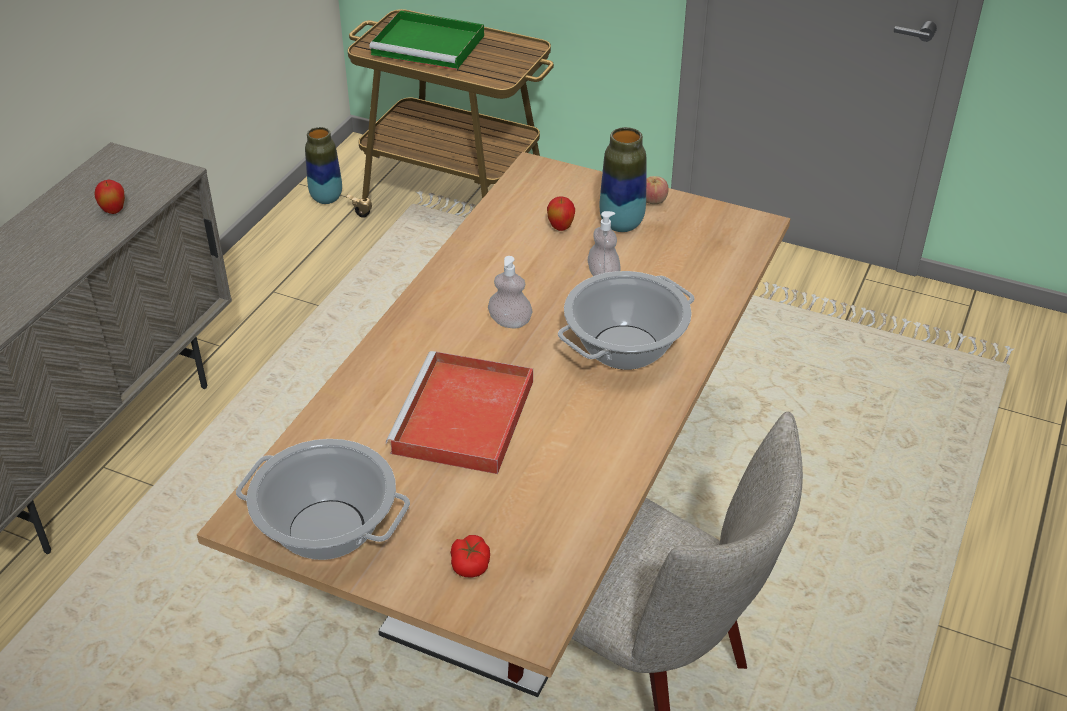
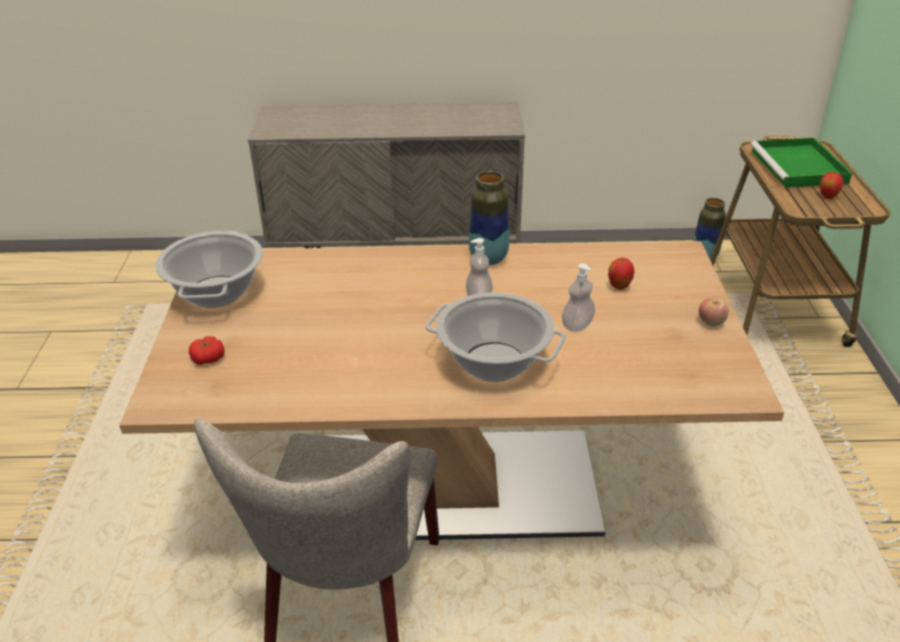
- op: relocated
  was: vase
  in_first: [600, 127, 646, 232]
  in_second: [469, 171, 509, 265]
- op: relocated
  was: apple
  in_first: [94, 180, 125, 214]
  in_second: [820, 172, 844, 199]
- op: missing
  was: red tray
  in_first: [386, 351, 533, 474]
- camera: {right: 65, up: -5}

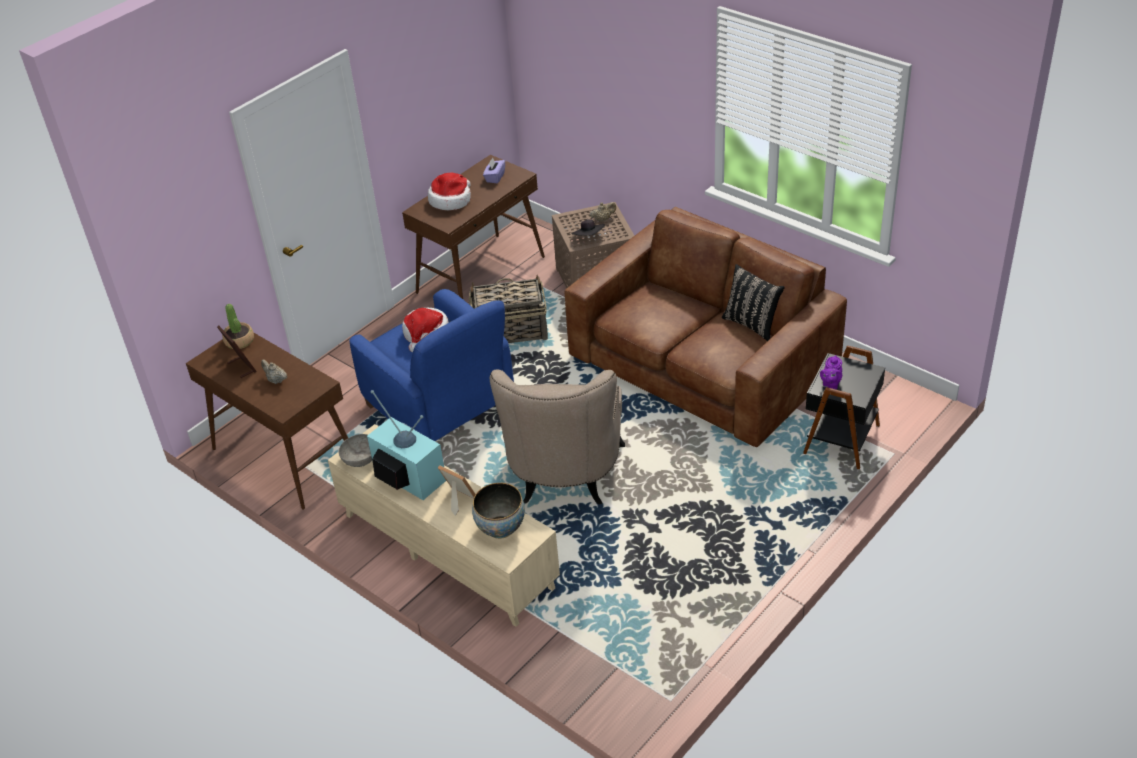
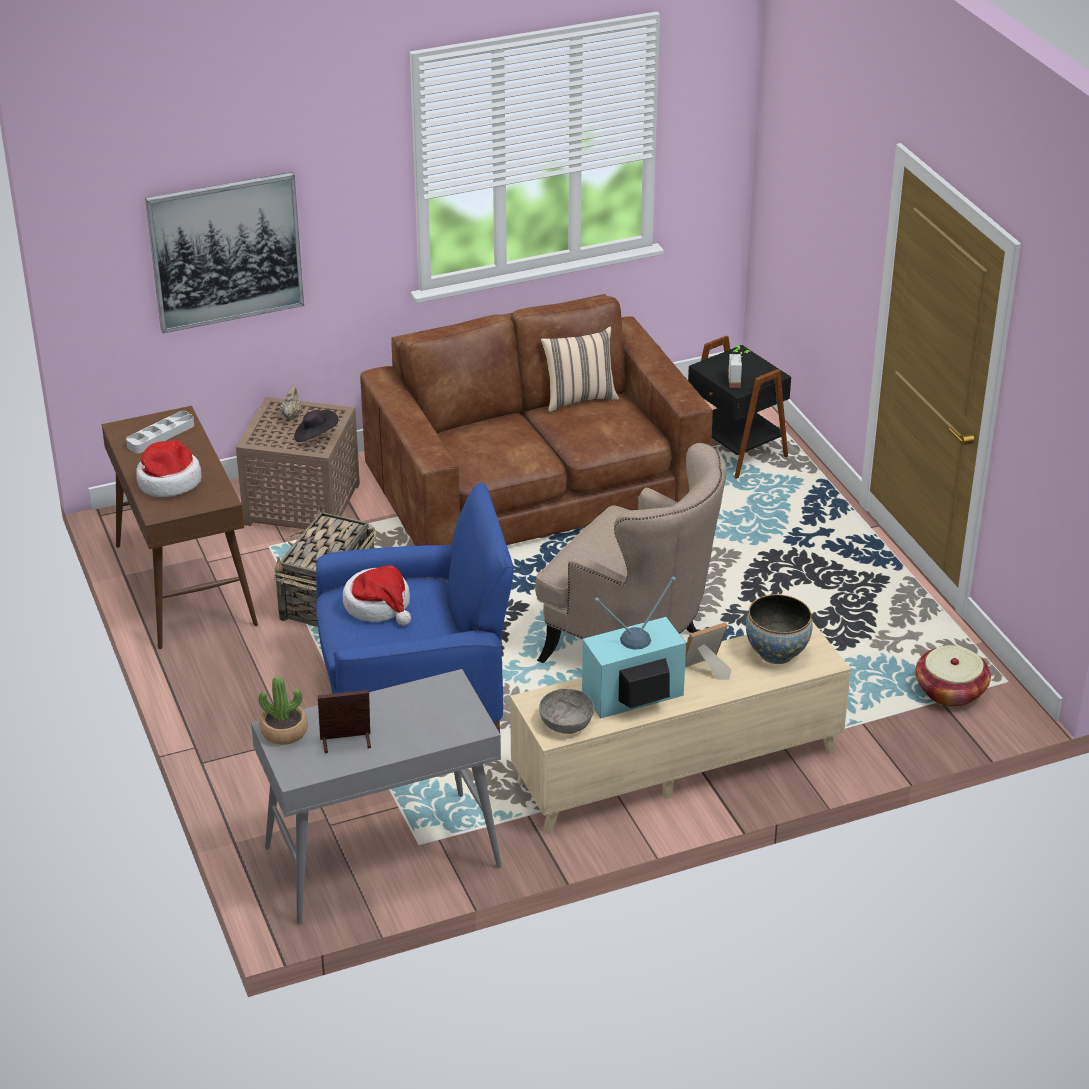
- op: exchanged
  was: purple tissue box
  now: grey tray
  in_first: [483, 158, 505, 183]
  in_second: [126, 411, 194, 454]
- op: colour
  was: black pillow
  now: beige pillow
  in_first: [722, 264, 785, 341]
  in_second: [541, 326, 619, 412]
- op: colour
  was: brown console table
  now: grey console table
  in_first: [186, 333, 348, 510]
  in_second: [251, 669, 502, 924]
- op: exchanged
  was: purple teapot
  now: potted plant
  in_first: [820, 355, 842, 389]
  in_second: [728, 345, 750, 388]
- op: missing
  was: beige teapot
  in_first: [261, 359, 287, 384]
- op: appeared
  now: picture
  in_second: [145, 172, 304, 333]
- op: appeared
  now: basket
  in_second: [915, 645, 991, 707]
- camera: {right: -65, up: -5}

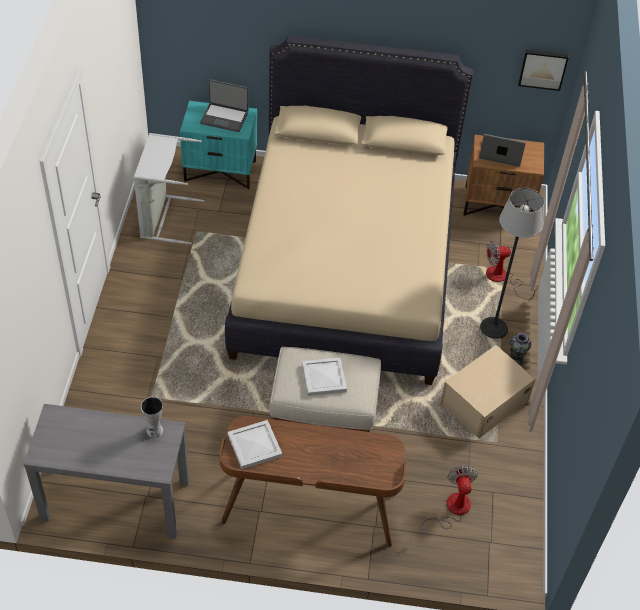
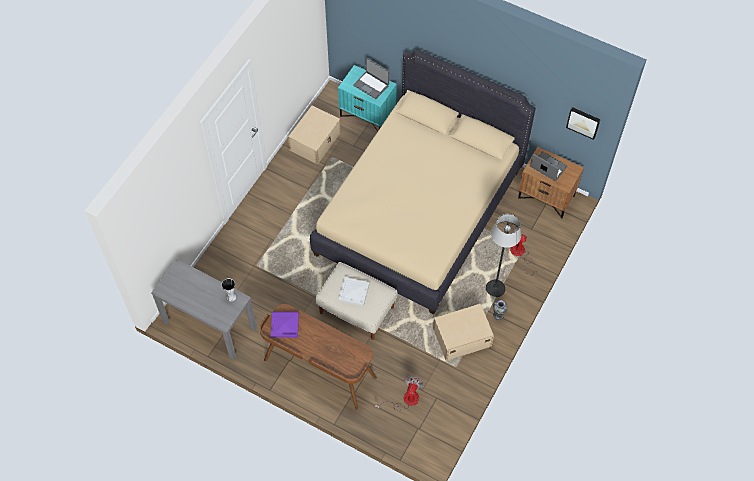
- op: exchanged
  was: grey laundry basket
  now: beige storage box
  in_first: [134, 133, 204, 244]
  in_second: [288, 105, 341, 164]
- op: colour
  was: white tray
  now: purple tray
  in_first: [228, 420, 282, 469]
  in_second: [271, 312, 299, 338]
- camera: {right: 25, up: 10}

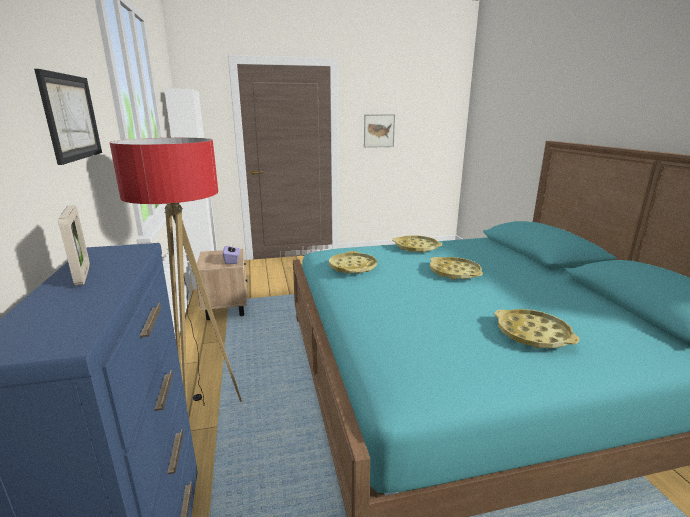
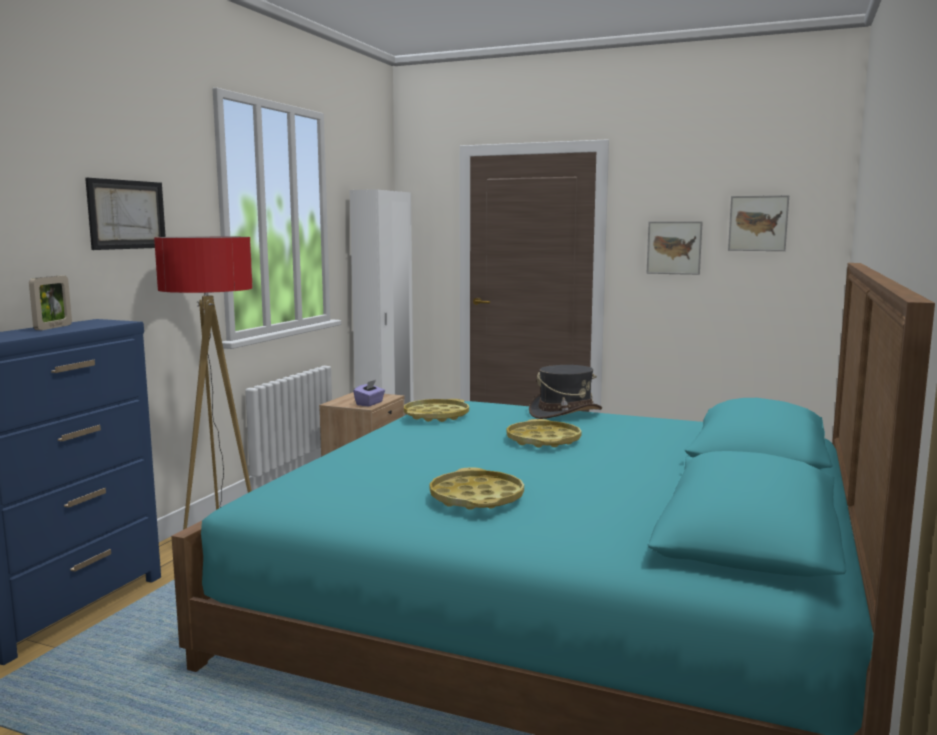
- op: exchanged
  was: yellow tray
  now: grey hat
  in_first: [392, 235, 442, 253]
  in_second: [529, 365, 602, 419]
- op: appeared
  now: picture
  in_second: [728, 195, 789, 251]
- camera: {right: 35, up: -10}

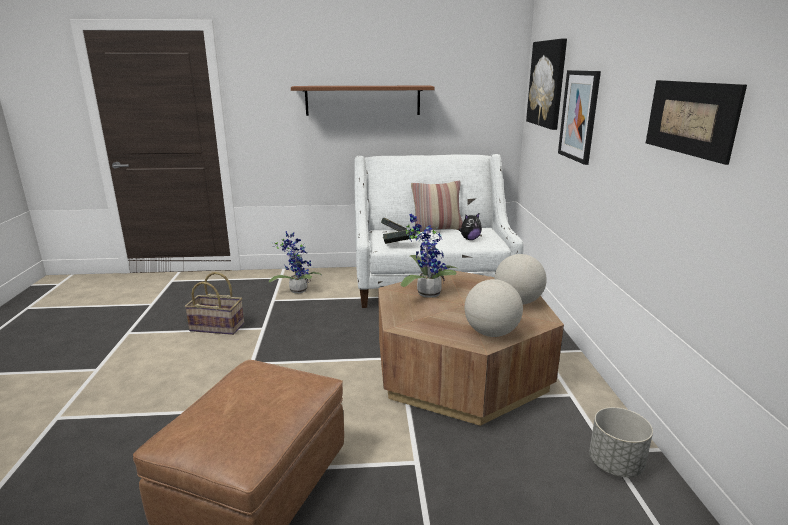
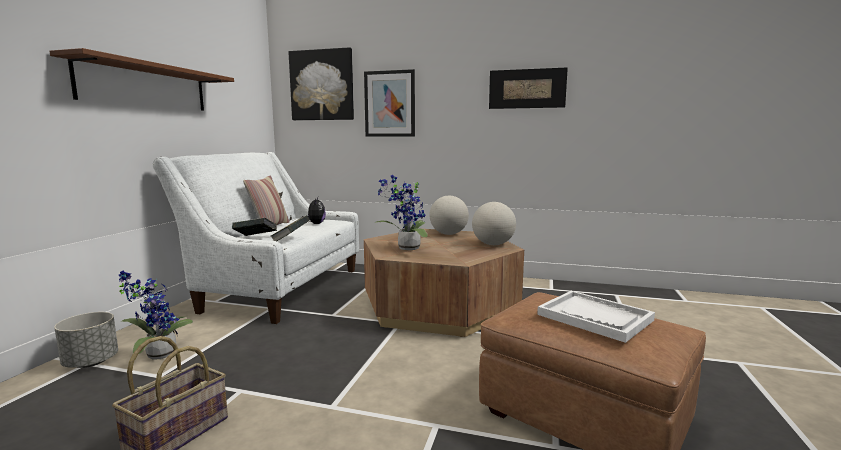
- op: relocated
  was: grey planter
  in_first: [589, 407, 653, 477]
  in_second: [54, 312, 118, 368]
- op: appeared
  now: white tray
  in_second: [537, 291, 655, 343]
- camera: {right: -70, up: -10}

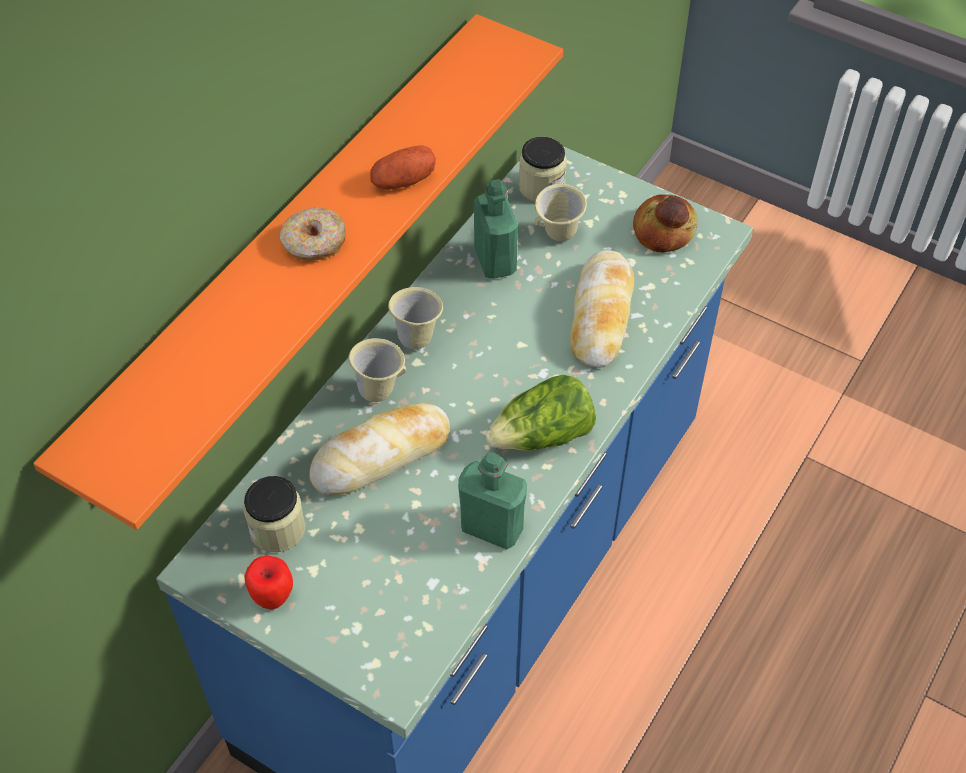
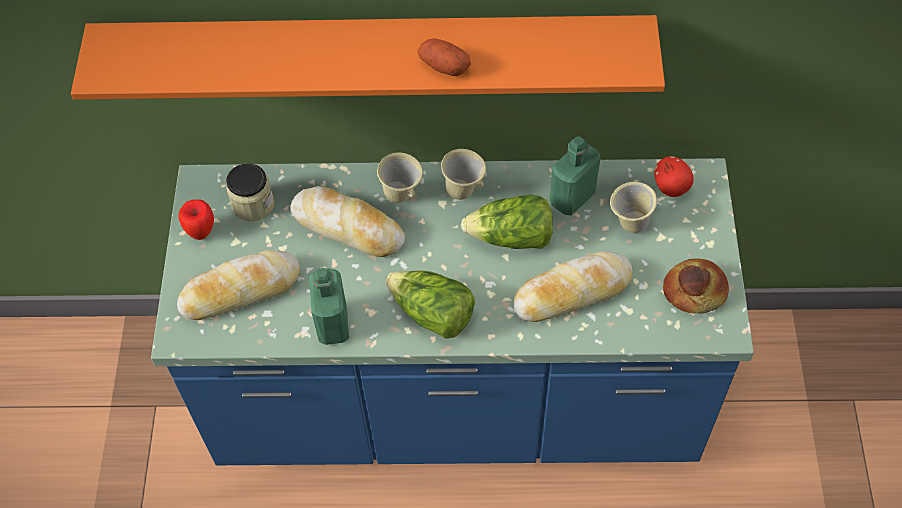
- op: exchanged
  was: jar
  now: apple
  in_first: [519, 137, 567, 202]
  in_second: [654, 156, 694, 197]
- op: missing
  was: donut
  in_first: [280, 207, 346, 261]
- op: appeared
  now: lettuce
  in_second: [461, 195, 553, 249]
- op: appeared
  now: bread
  in_second: [177, 250, 300, 320]
- camera: {right: 60, up: 5}

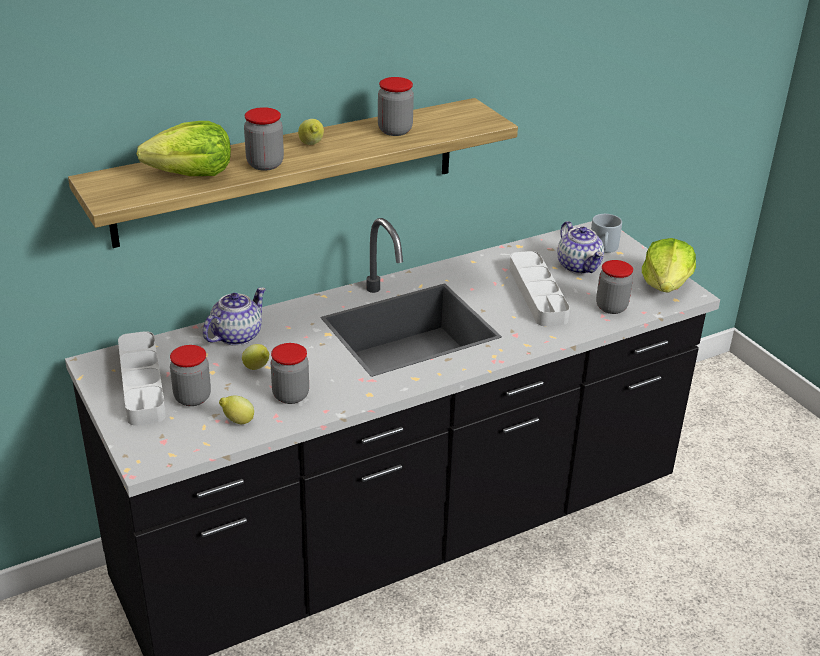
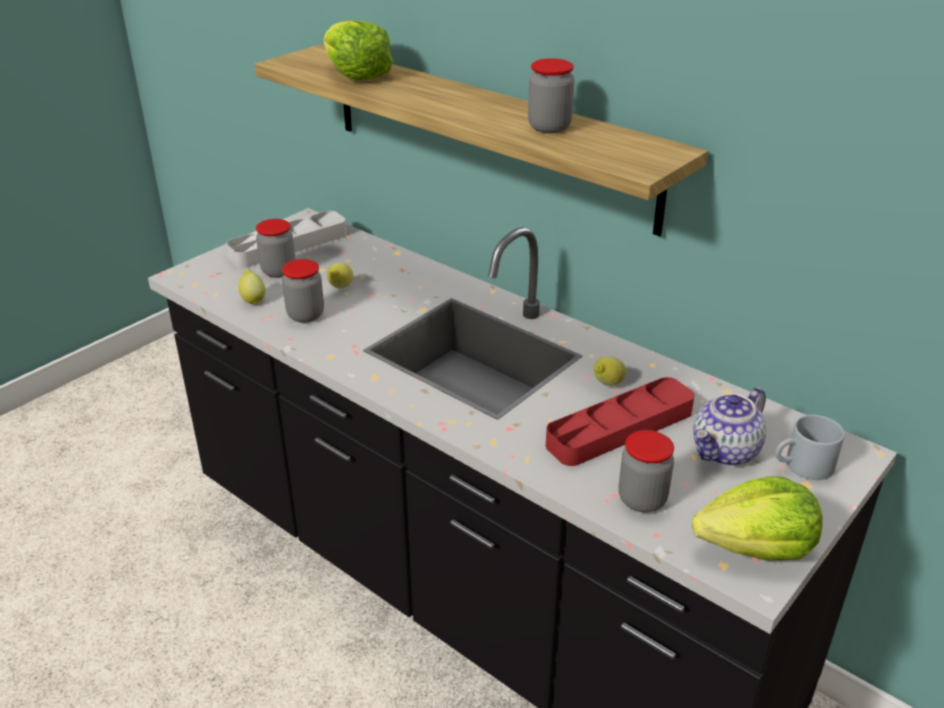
- op: missing
  was: jar
  in_first: [244, 107, 284, 171]
- op: relocated
  was: lemon
  in_first: [298, 119, 324, 145]
  in_second: [594, 356, 626, 386]
- op: colour
  was: grey tray
  now: red tray
  in_first: [509, 251, 570, 327]
  in_second: [546, 377, 695, 466]
- op: missing
  was: teapot
  in_first: [203, 287, 266, 346]
- camera: {right: 70, up: 0}

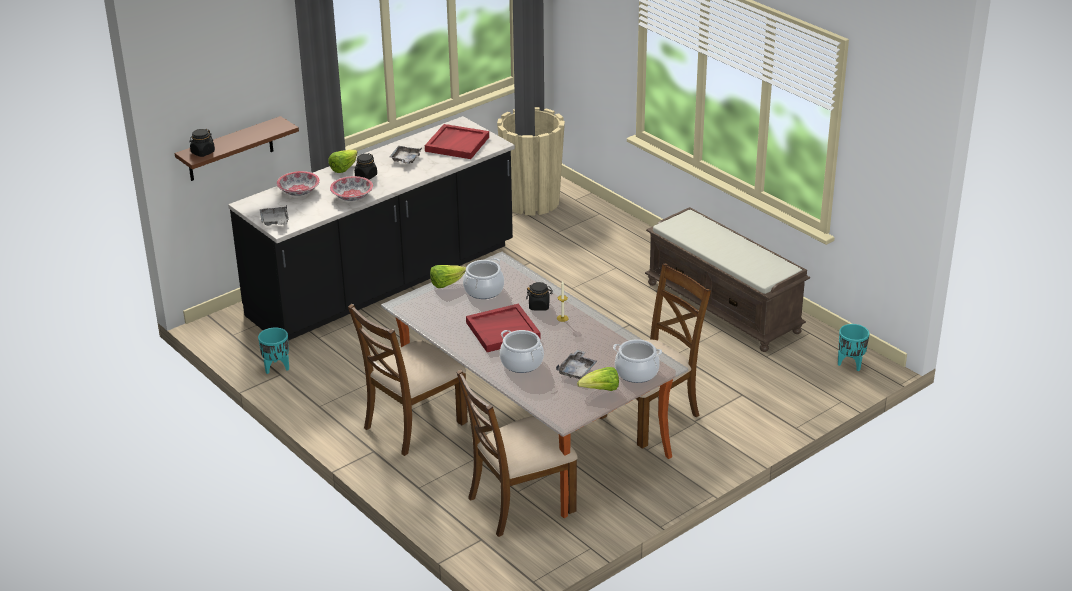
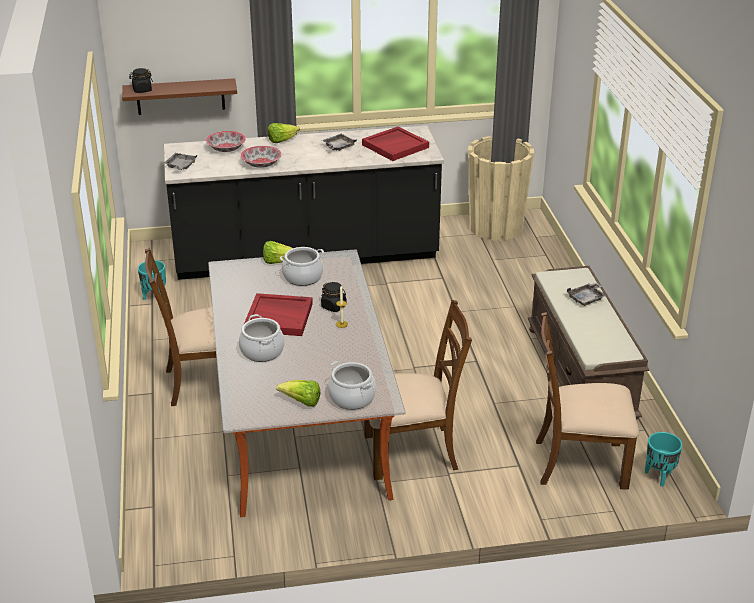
- op: missing
  was: black jar
  in_first: [354, 153, 377, 180]
- op: relocated
  was: grey tray
  in_first: [556, 350, 597, 379]
  in_second: [567, 283, 607, 306]
- op: relocated
  was: brown chair
  in_first: [456, 369, 578, 537]
  in_second: [536, 312, 639, 490]
- camera: {right: 30, up: 0}

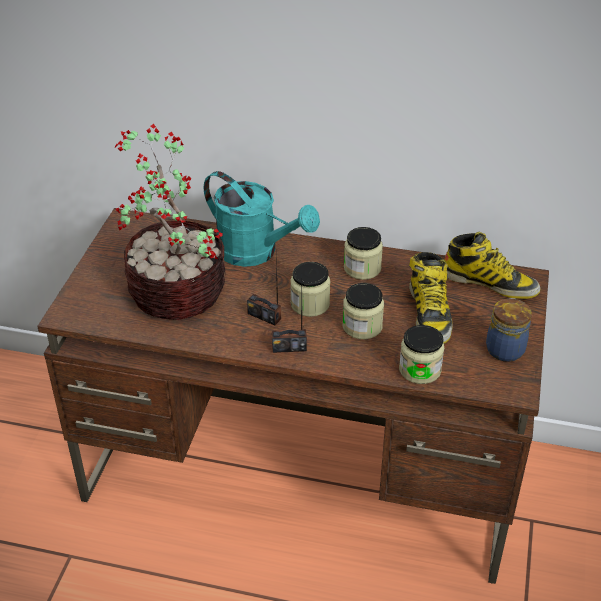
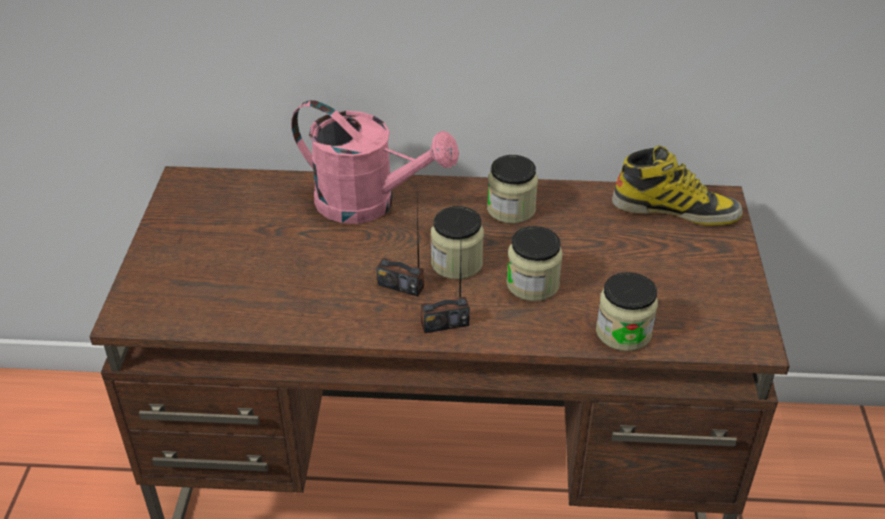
- op: missing
  was: potted plant
  in_first: [115, 124, 225, 320]
- op: colour
  was: turquoise watering can
  now: pink watering can
  in_first: [204, 171, 320, 267]
  in_second: [291, 100, 459, 224]
- op: missing
  was: boot
  in_first: [409, 252, 453, 344]
- op: missing
  was: jar
  in_first: [486, 298, 532, 362]
- camera: {right: -10, up: 0}

